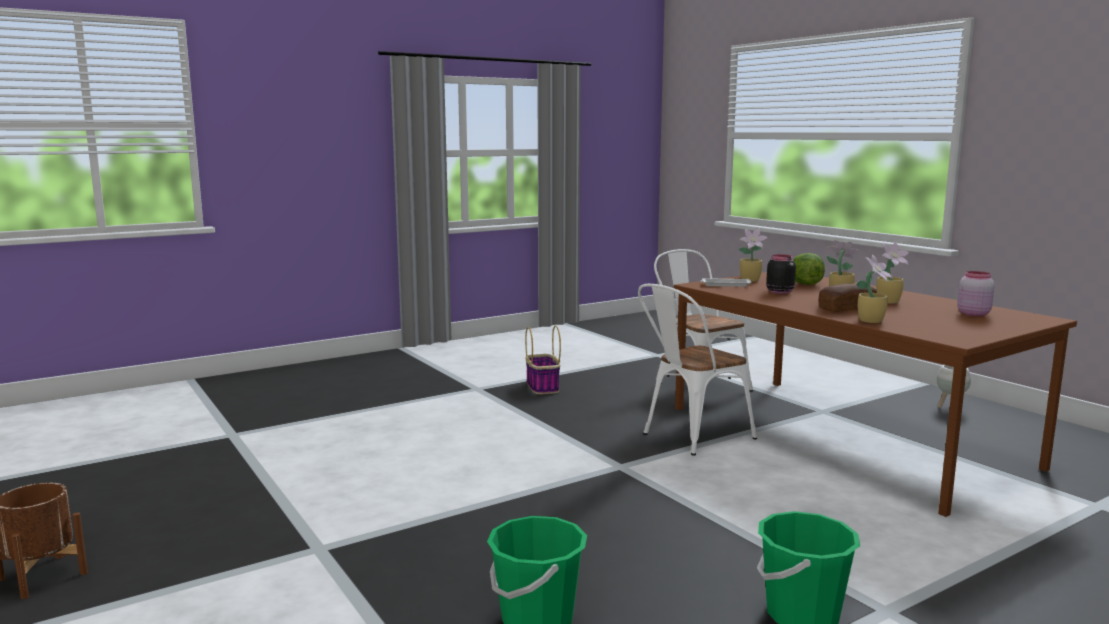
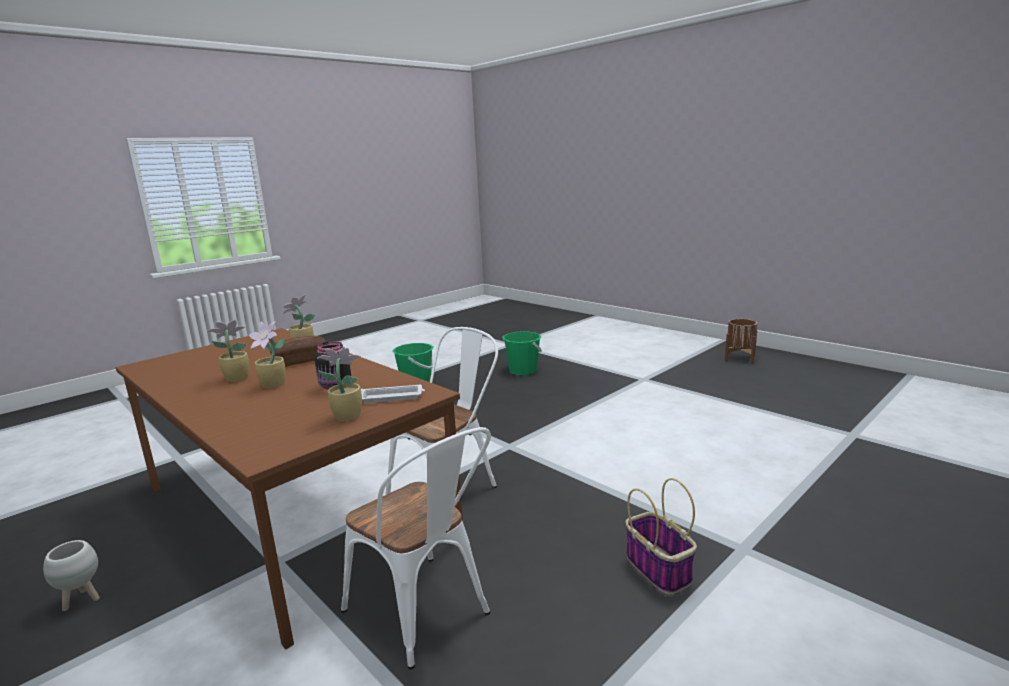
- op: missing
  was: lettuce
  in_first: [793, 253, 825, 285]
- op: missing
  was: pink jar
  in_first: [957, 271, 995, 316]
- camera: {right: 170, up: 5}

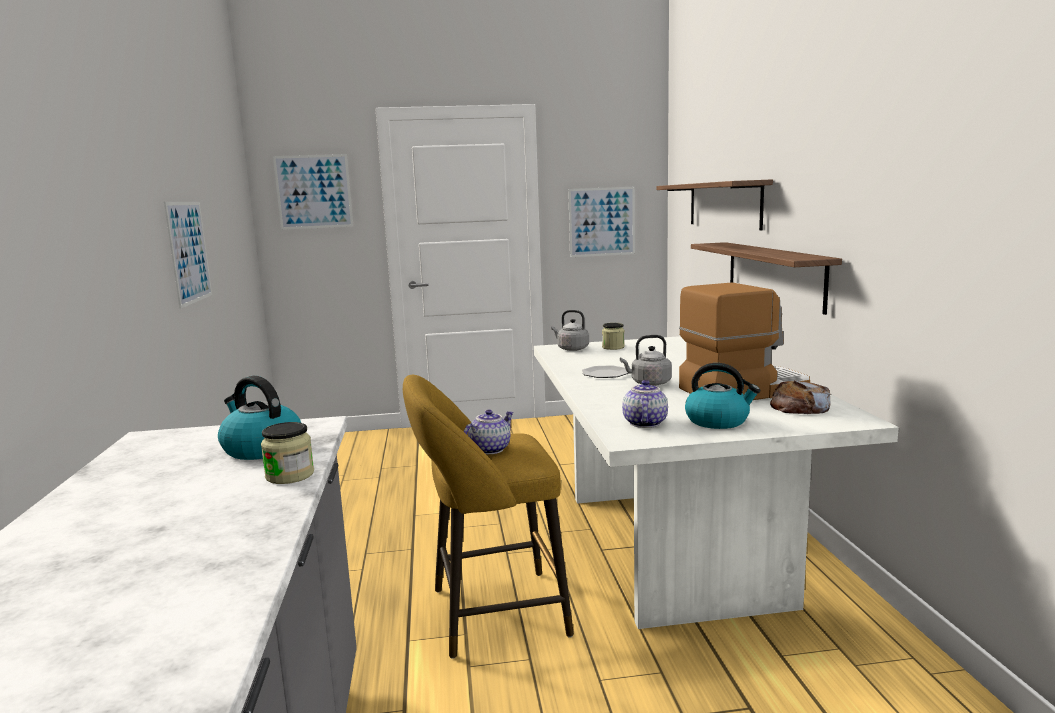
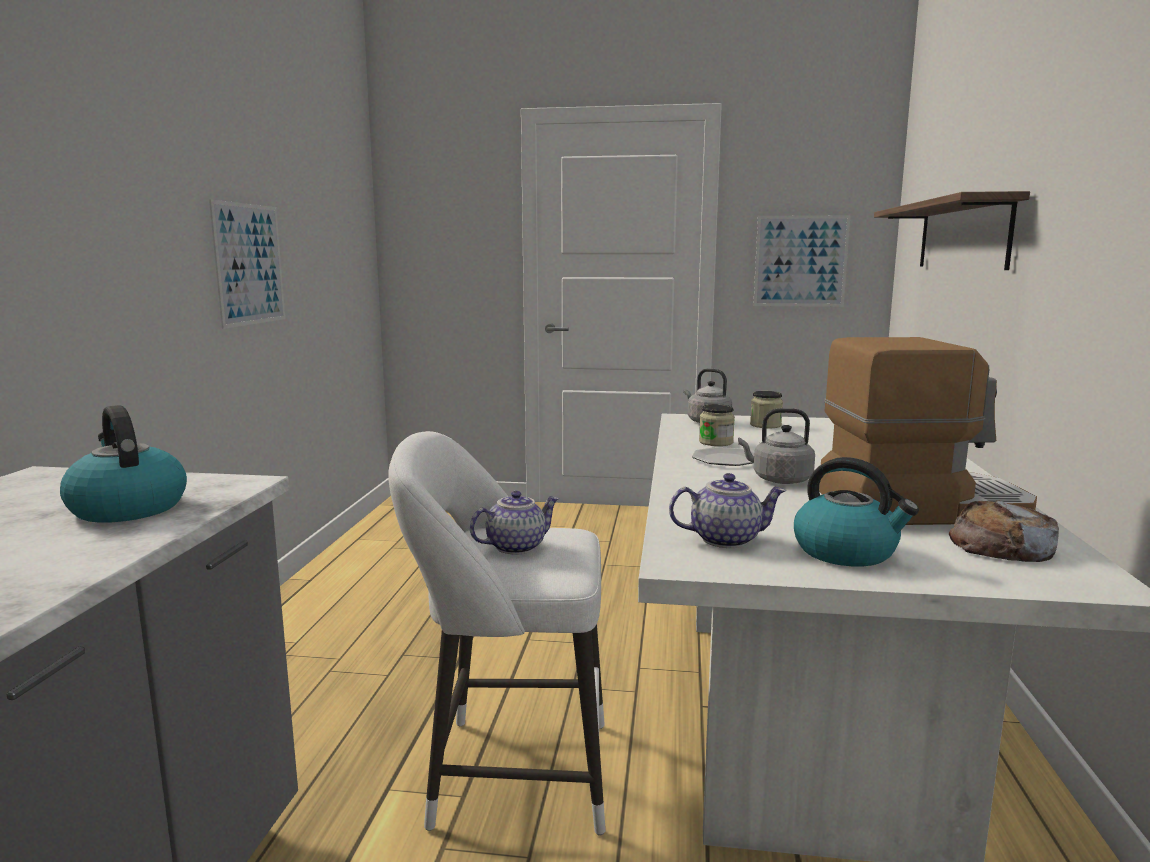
- op: missing
  was: picture
  in_first: [273, 154, 354, 230]
- op: missing
  was: shelf
  in_first: [691, 242, 842, 315]
- op: colour
  was: yellow stool
  now: white stool
  in_first: [403, 375, 574, 659]
  in_second: [389, 431, 606, 836]
- op: spun
  was: teapot
  in_first: [622, 380, 668, 428]
  in_second: [669, 473, 786, 548]
  clockwise: 60
- op: relocated
  was: jar
  in_first: [261, 422, 314, 484]
  in_second: [699, 404, 735, 446]
- camera: {right: 15, up: 0}

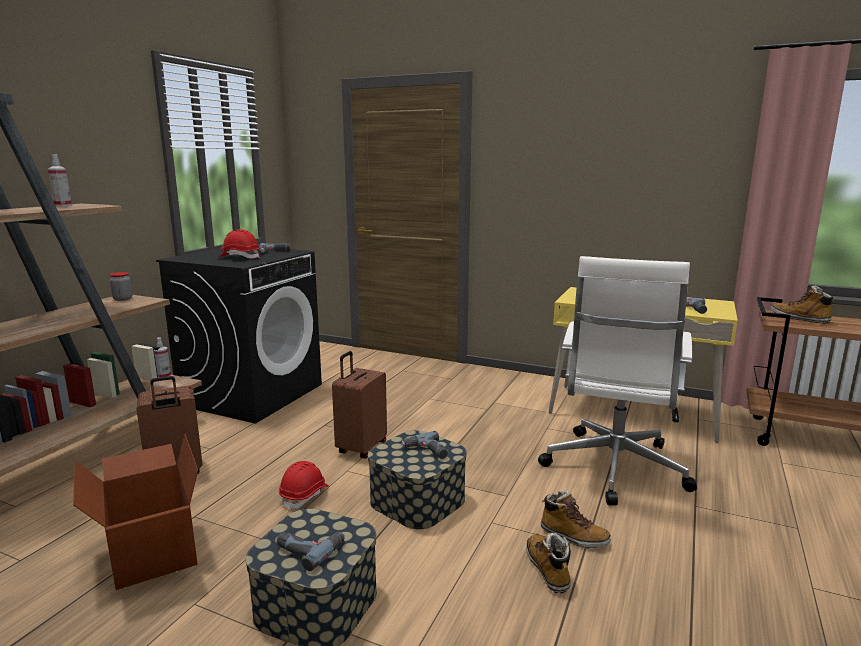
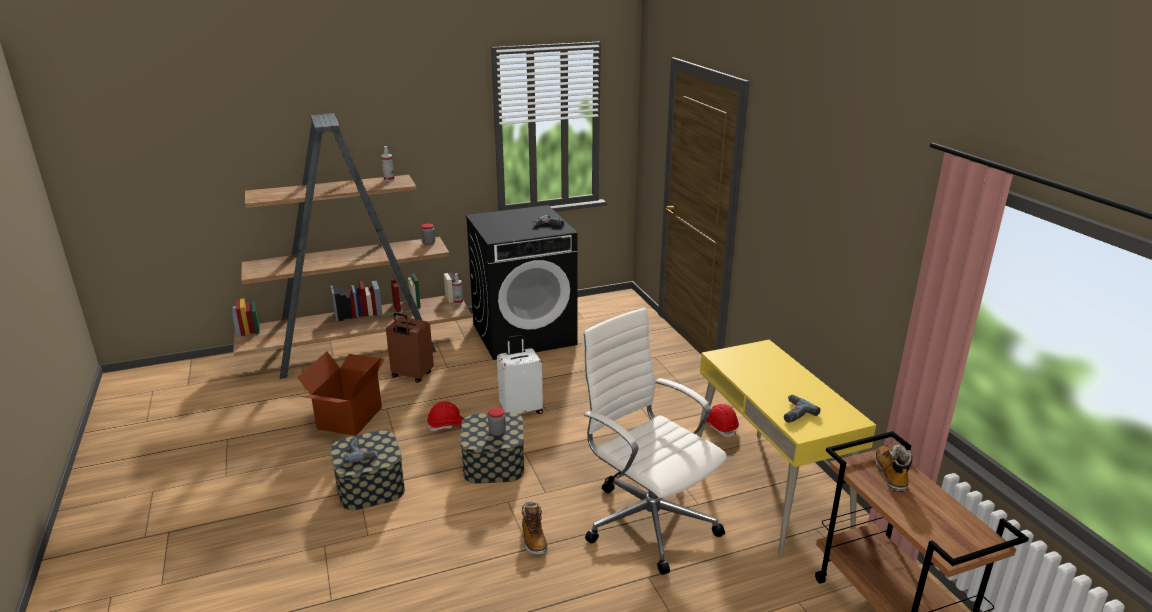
- op: relocated
  was: red hard hat
  in_first: [218, 229, 260, 259]
  in_second: [706, 404, 739, 437]
- op: spun
  was: white office chair
  in_first: [538, 256, 697, 505]
  in_second: [582, 308, 727, 575]
  clockwise: 75
- op: colour
  was: brown suitcase
  now: white suitcase
  in_first: [332, 351, 387, 459]
  in_second: [497, 335, 543, 414]
- op: exchanged
  was: power drill
  now: jar
  in_first: [401, 431, 448, 459]
  in_second: [488, 408, 506, 436]
- op: missing
  was: boot
  in_first: [526, 533, 571, 593]
- camera: {right: 45, up: 10}

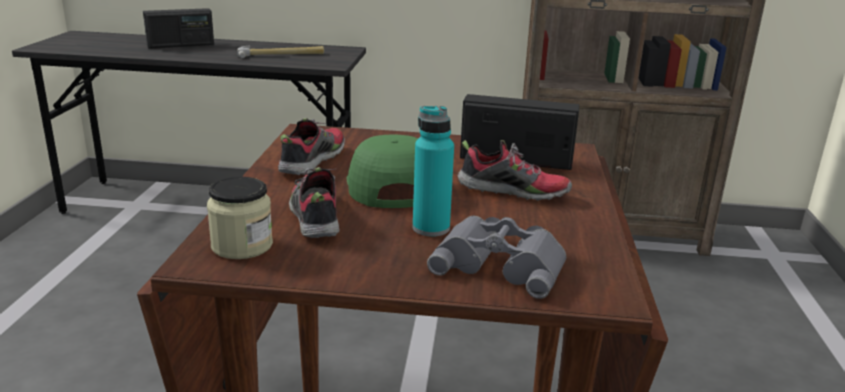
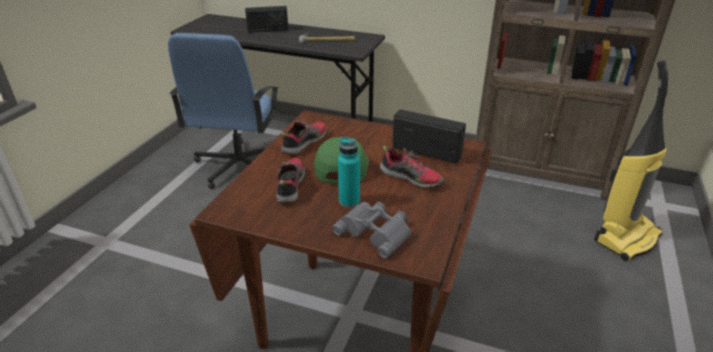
- op: missing
  was: jar
  in_first: [207, 177, 273, 259]
- op: appeared
  now: blue office chair
  in_second: [168, 33, 279, 189]
- op: appeared
  now: vacuum cleaner
  in_second: [594, 60, 668, 261]
- camera: {right: 15, up: 10}

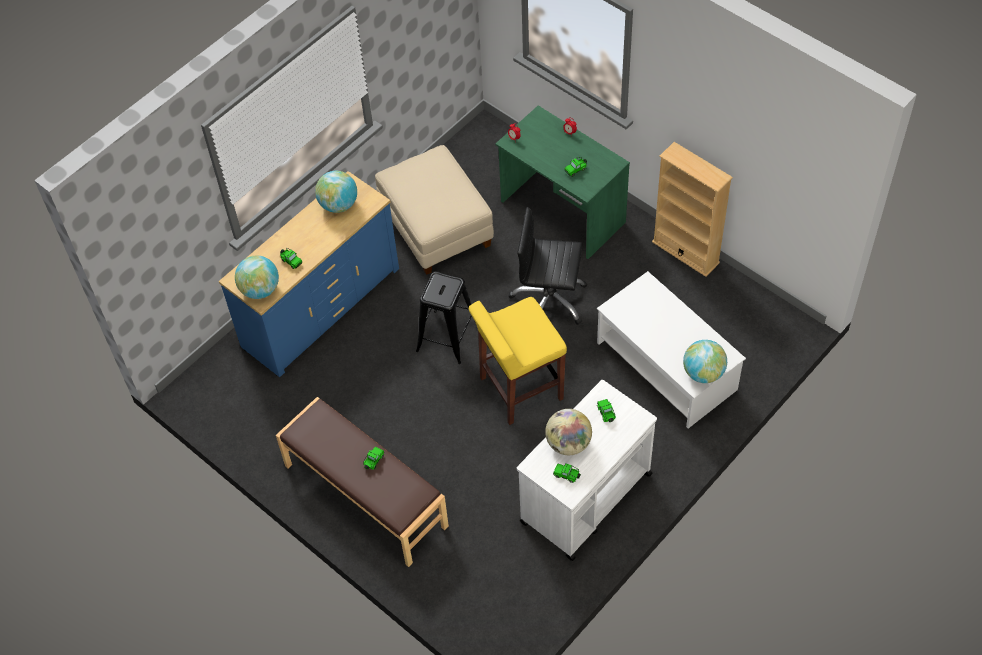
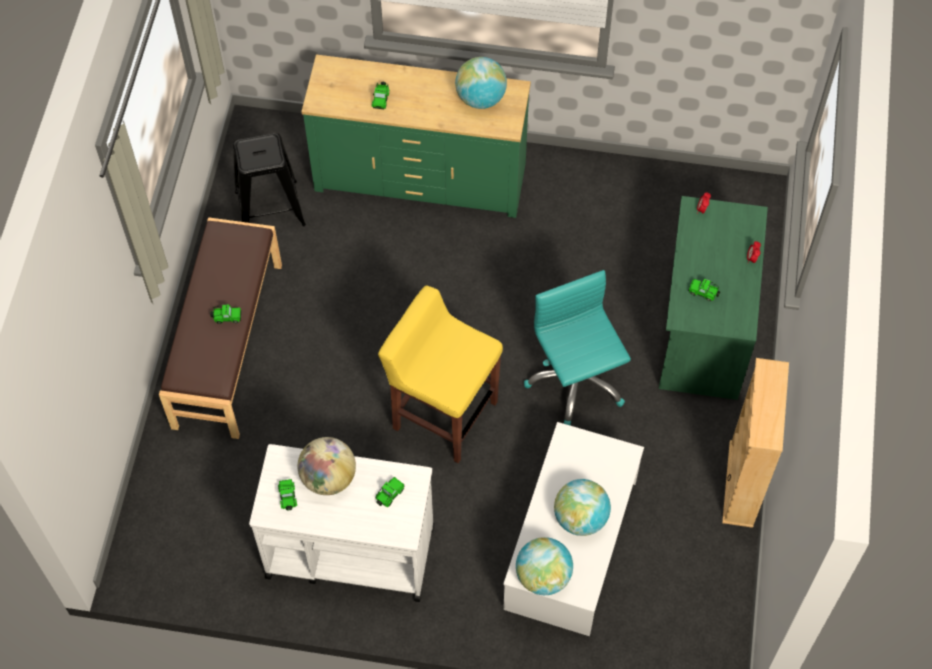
- op: missing
  was: beige ottoman
  in_first: [375, 145, 494, 275]
- op: colour
  was: blue dresser
  now: green dresser
  in_first: [219, 171, 399, 377]
  in_second: [301, 54, 531, 218]
- op: colour
  was: black office chair
  now: turquoise office chair
  in_first: [509, 207, 587, 325]
  in_second: [524, 270, 631, 425]
- op: relocated
  was: globe
  in_first: [235, 256, 279, 299]
  in_second: [554, 479, 611, 536]
- op: relocated
  was: black stool
  in_first: [416, 271, 472, 364]
  in_second: [233, 133, 306, 227]
- camera: {right: 55, up: 5}

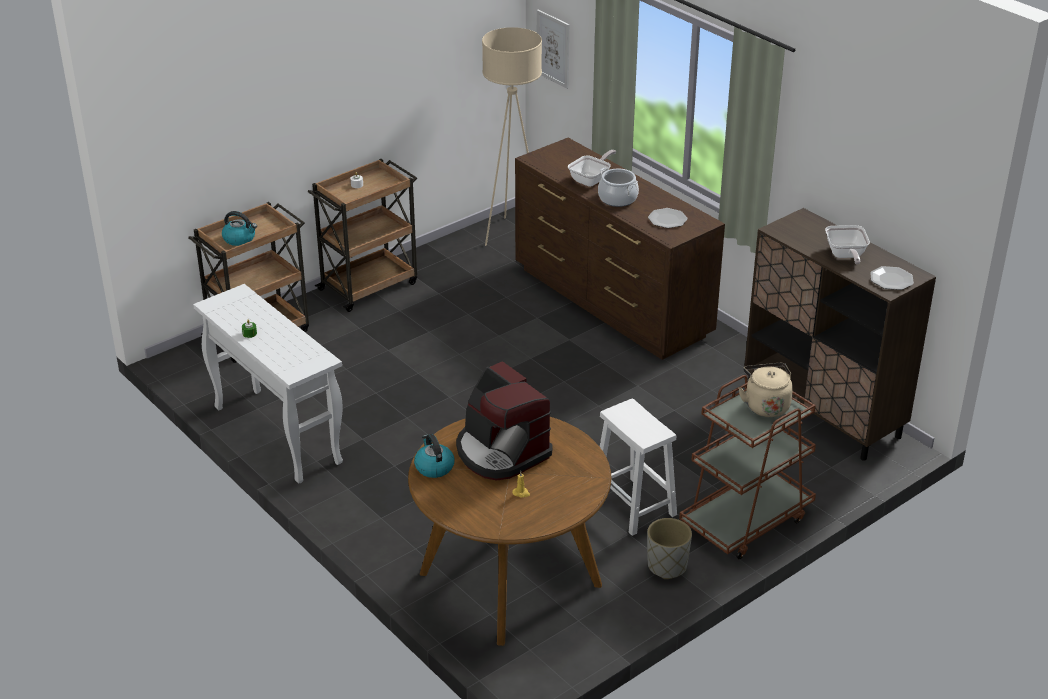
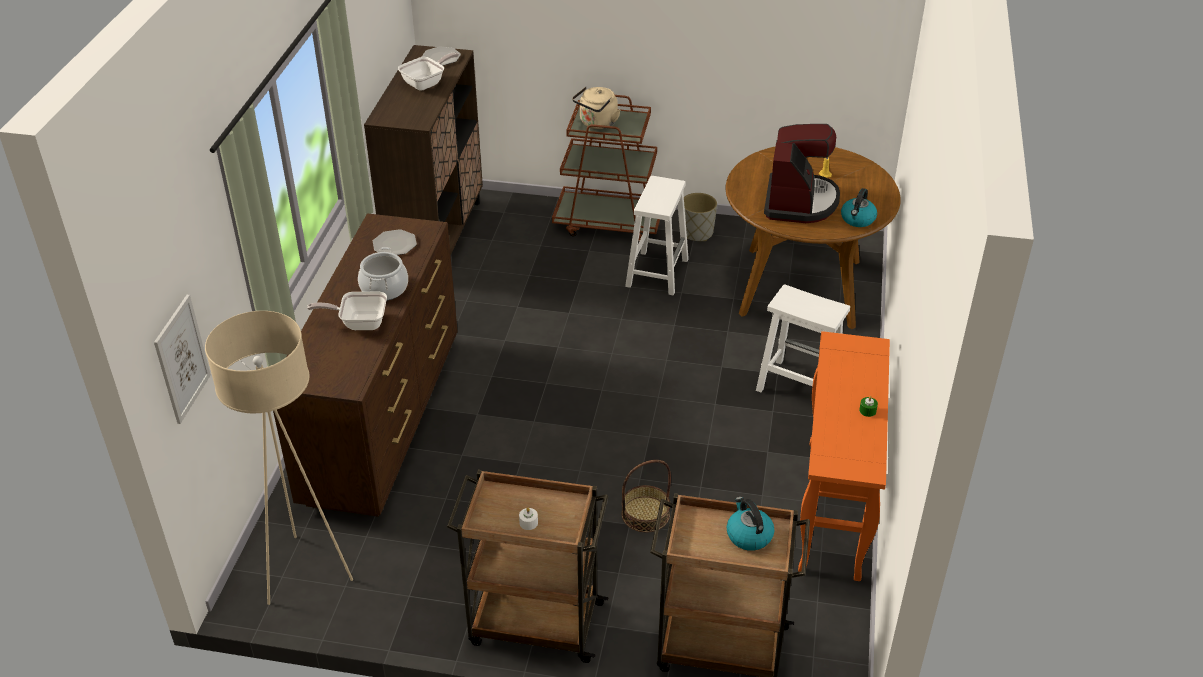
- op: colour
  was: white console table
  now: orange console table
  in_first: [193, 284, 343, 484]
  in_second: [798, 331, 890, 581]
- op: appeared
  now: white stool
  in_second: [756, 284, 850, 392]
- op: appeared
  now: basket
  in_second: [622, 460, 671, 532]
- camera: {right: -130, up: 5}

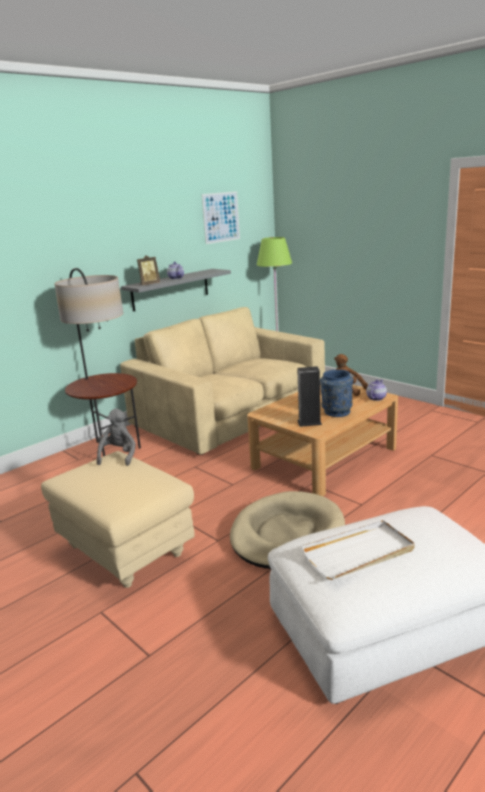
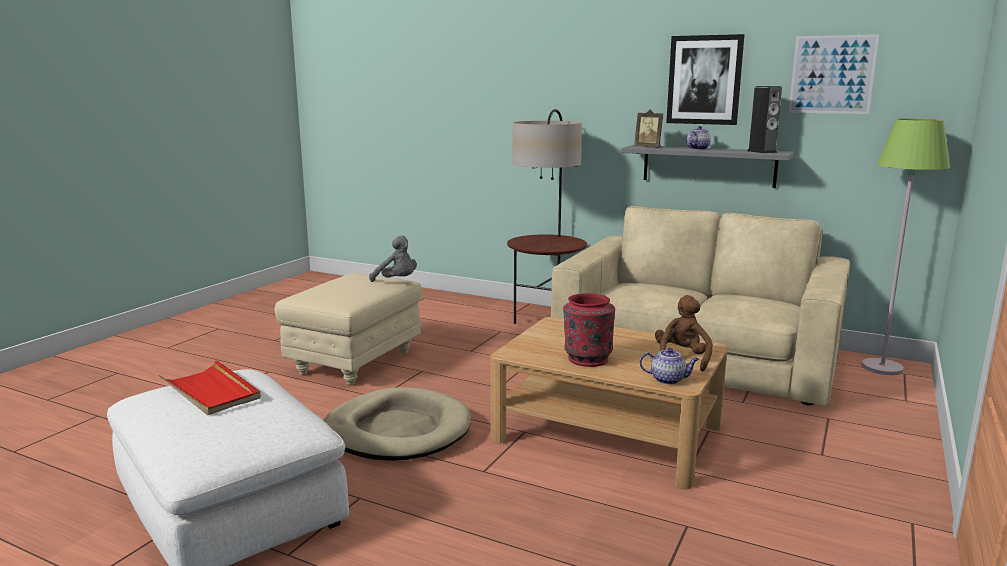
- op: relocated
  was: speaker
  in_first: [297, 366, 322, 427]
  in_second: [747, 86, 782, 153]
- op: colour
  was: blue vase
  now: red vase
  in_first: [320, 370, 353, 417]
  in_second: [563, 293, 615, 367]
- op: spun
  was: grey plush toy
  in_first: [97, 408, 136, 466]
  in_second: [369, 236, 417, 282]
  clockwise: 45
- op: colour
  was: white tray
  now: red tray
  in_first: [302, 520, 415, 580]
  in_second: [159, 360, 261, 415]
- op: appeared
  now: picture
  in_second: [666, 34, 744, 125]
- camera: {right: 70, up: -5}

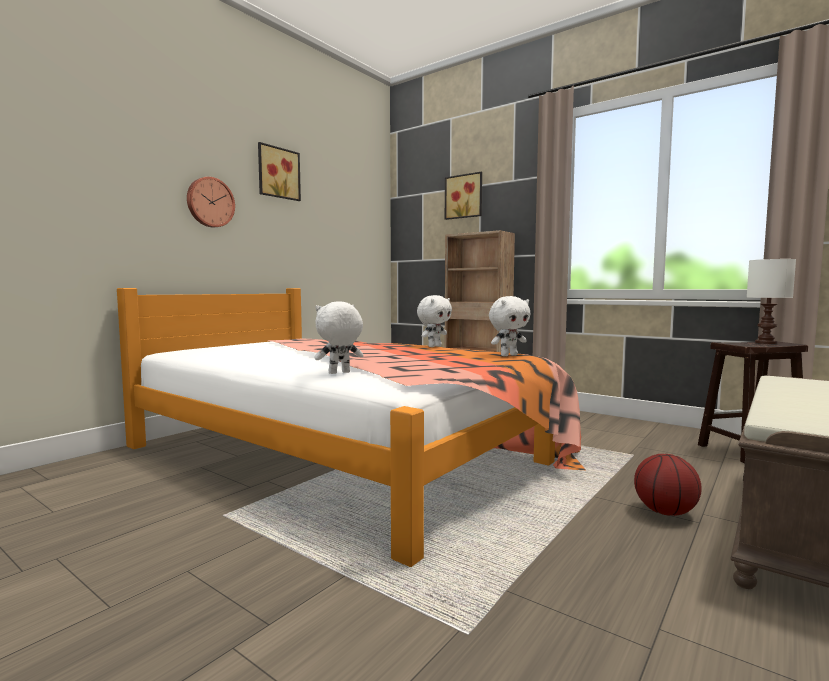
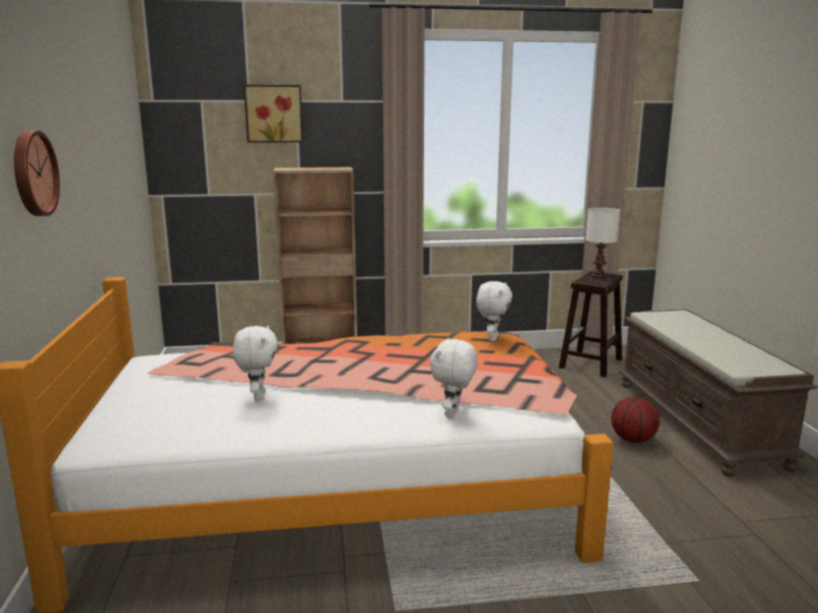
- op: missing
  was: picture
  in_first: [258, 142, 301, 201]
- op: relocated
  was: white plush toy
  in_first: [417, 295, 452, 347]
  in_second: [233, 325, 278, 401]
- camera: {right: -45, up: 10}

